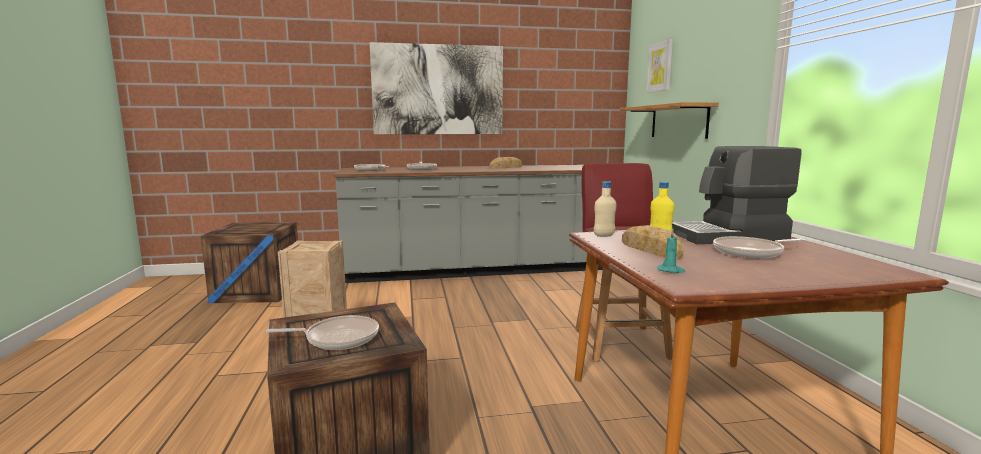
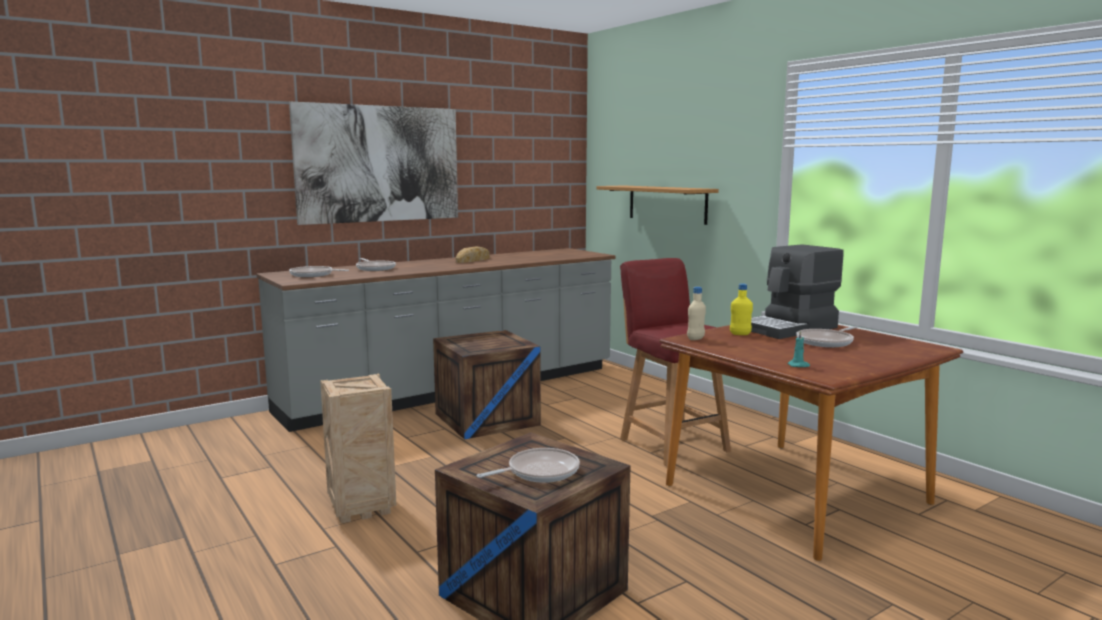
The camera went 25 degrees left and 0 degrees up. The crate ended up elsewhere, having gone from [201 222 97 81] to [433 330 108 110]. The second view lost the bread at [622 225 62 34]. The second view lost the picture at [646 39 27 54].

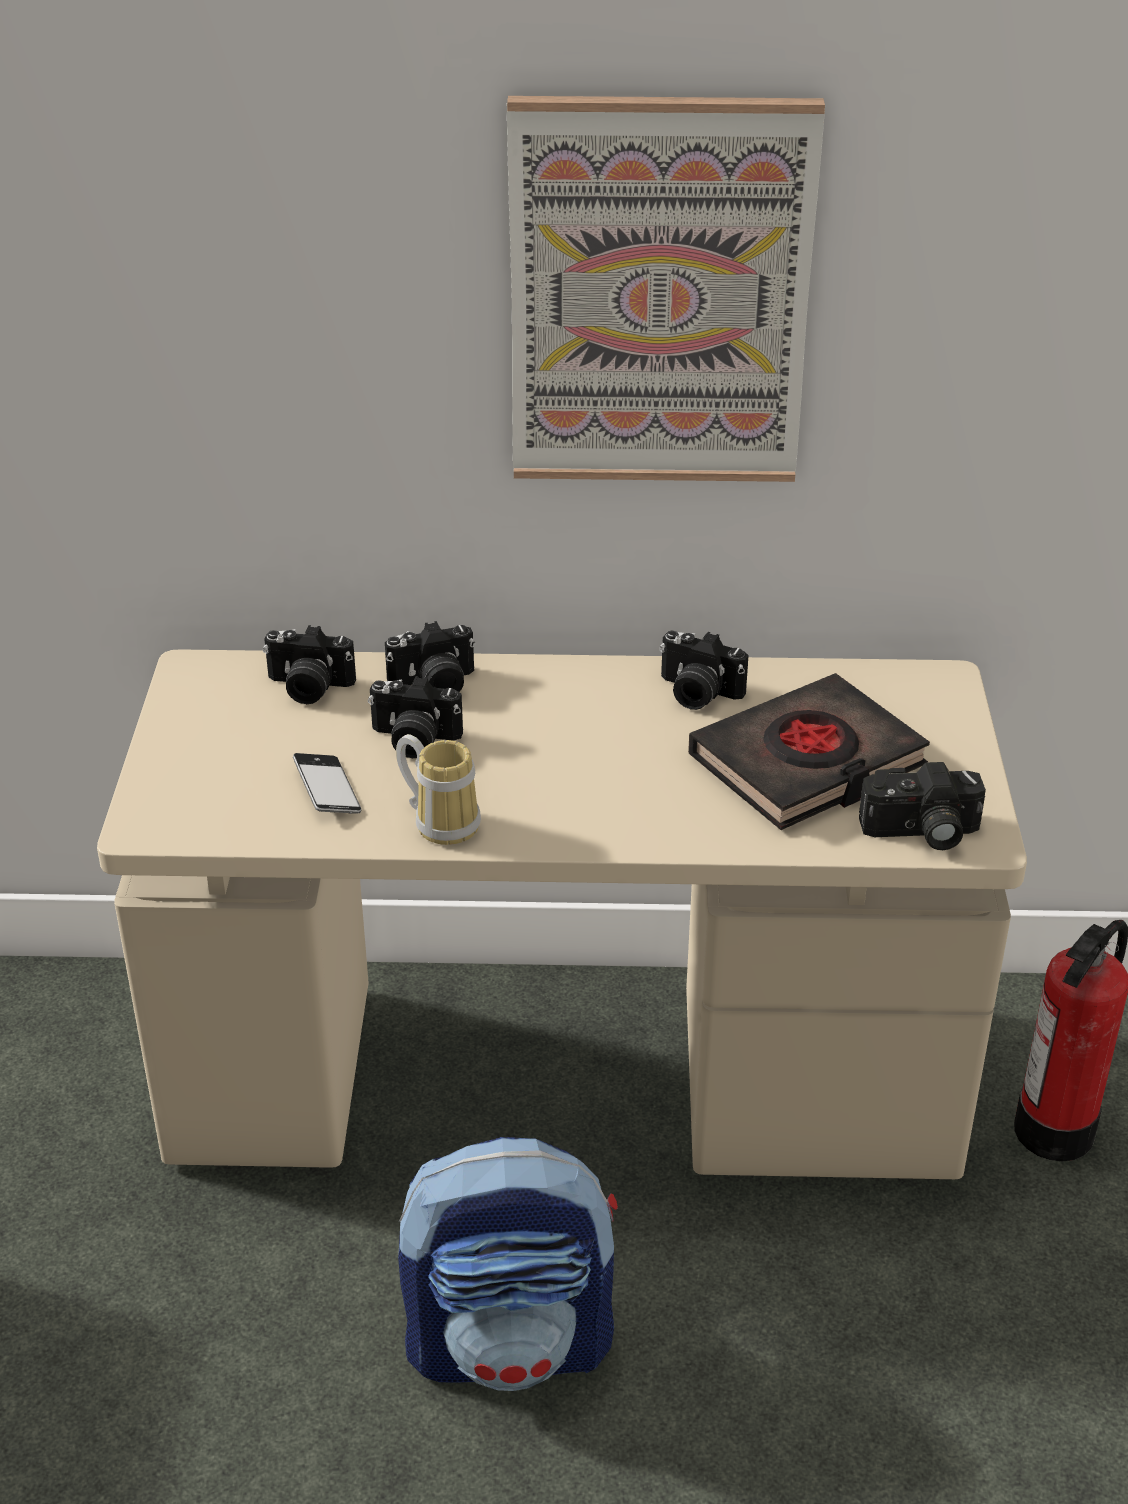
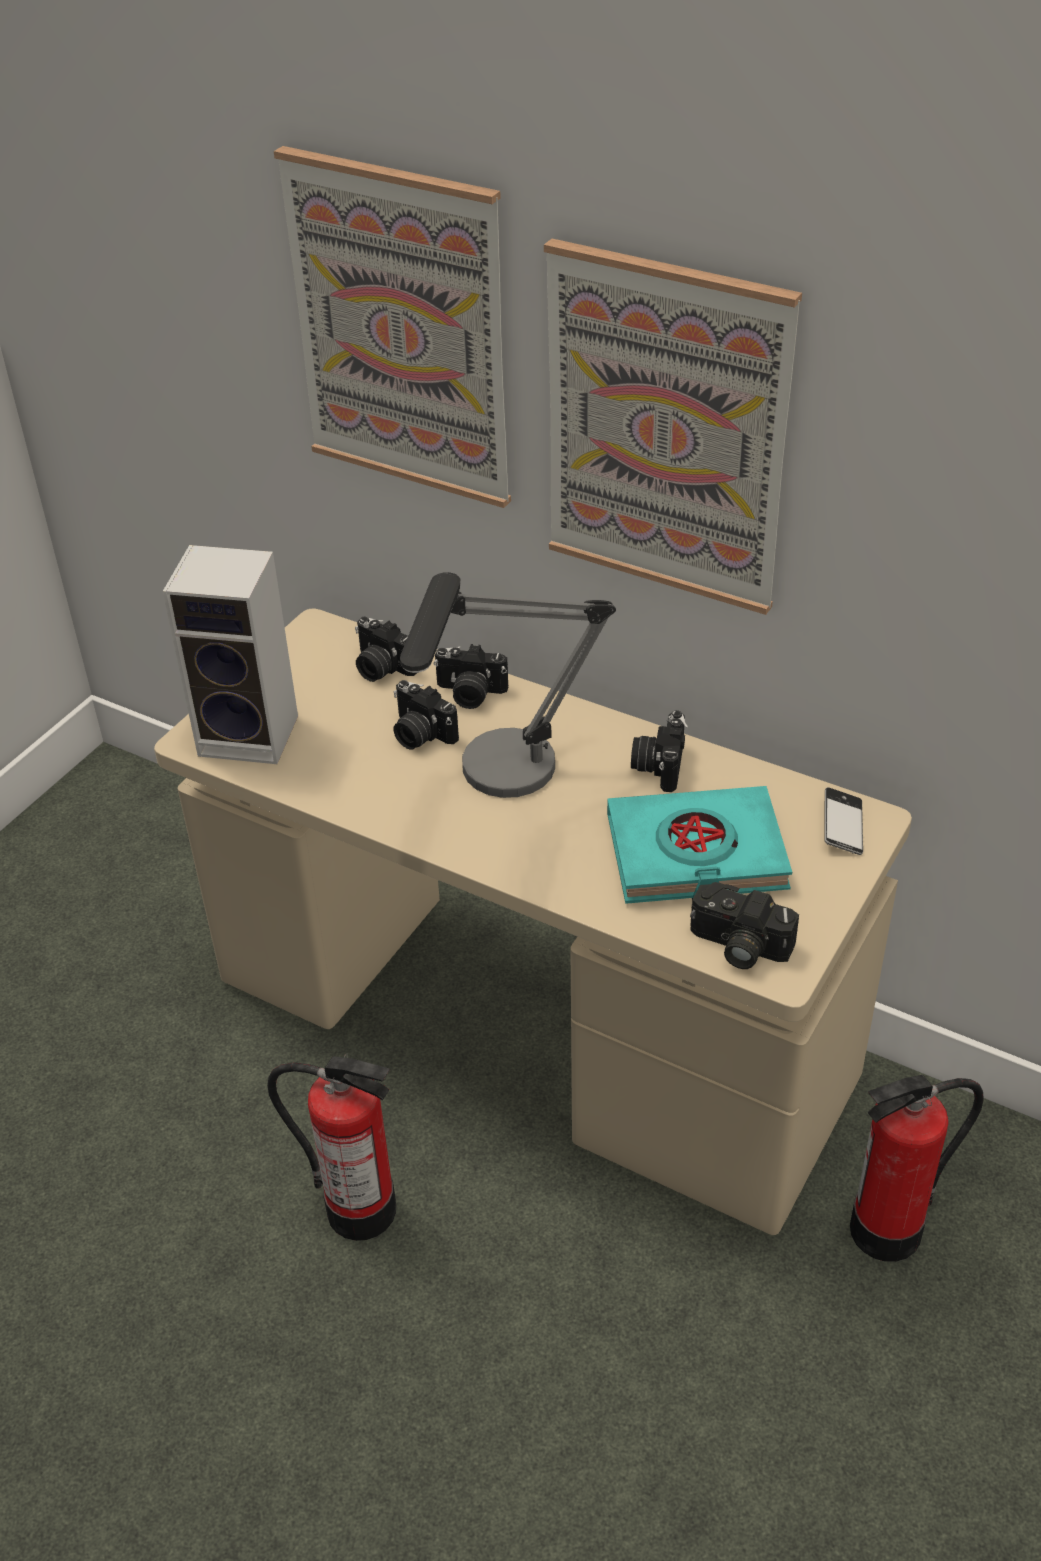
The camera went 30 degrees right and 5 degrees up. The second view gained the speaker at [163 545 135 219]. Where the backpack stood at [398 1137 220 254], the fire extinguisher came to stand at [267 1054 129 187]. The second view gained the picture at [274 146 237 362]. The second view gained the table lamp at [400 572 216 226]. What was the black book at [688 673 242 157] turned into the turquoise book at [607 786 185 118]. The photo camera at [659 631 90 79] ended up facing another way, 45 degrees clockwise from before. The phone ended up elsewhere, having gone from [293 753 68 61] to [824 787 39 68]. The second view lost the mug at [396 734 85 111].

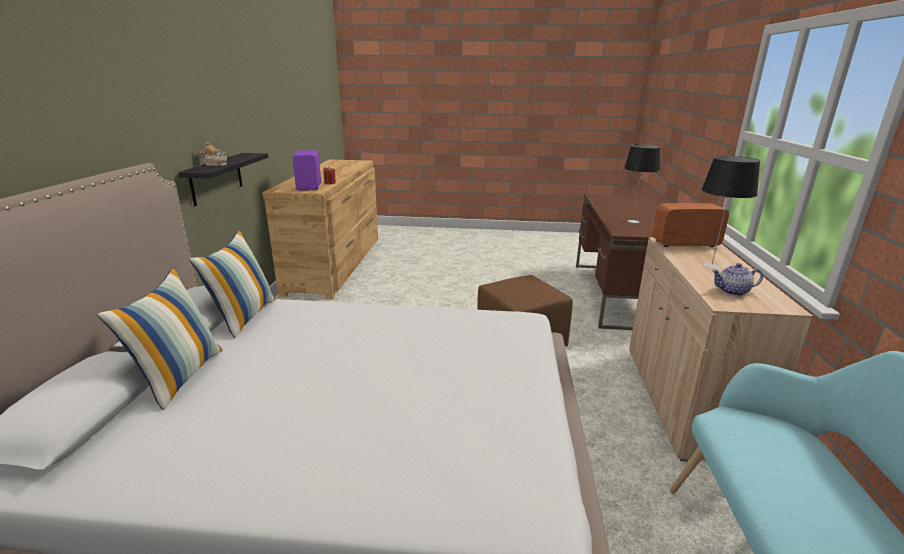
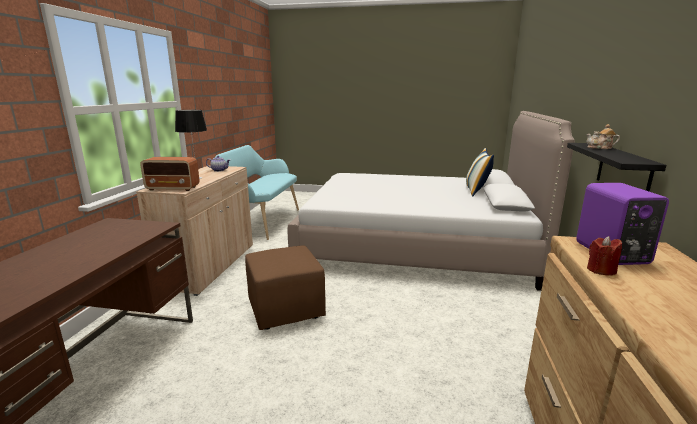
The camera went 175 degrees left and 5 degrees down. The second view lost the pillow at [189 230 87 108]. The second view lost the table lamp at [624 144 36 79].

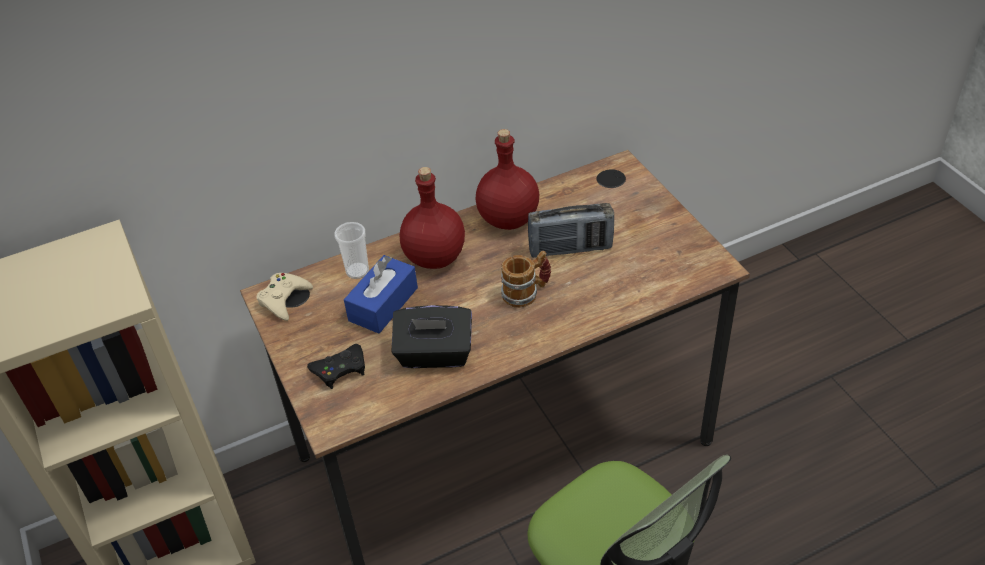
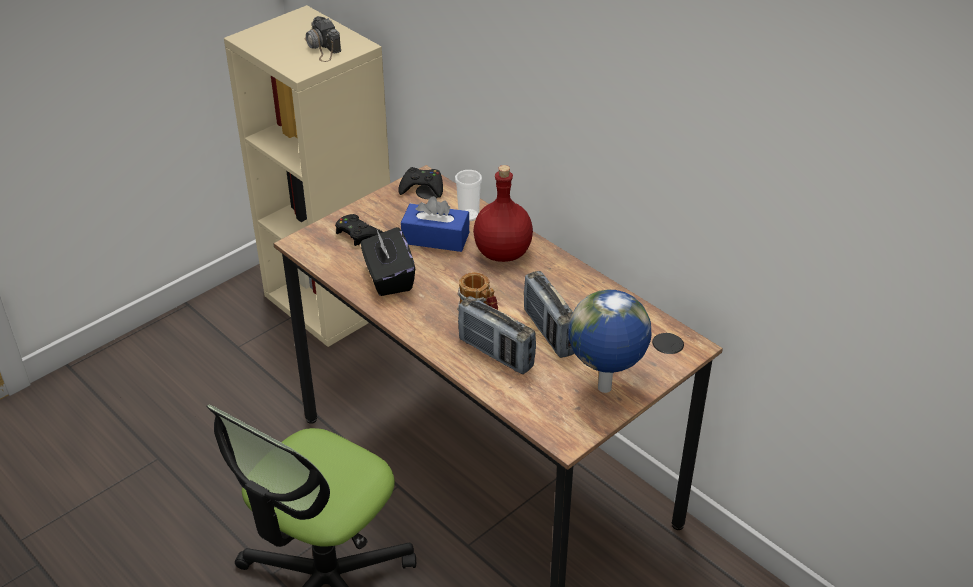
The camera went 70 degrees right and 5 degrees down. The second view gained the photo camera at [305 16 36 46]. What was the beige game controller at [256 273 57 48] turned into the black game controller at [398 167 45 31]. The second view gained the radio at [458 296 78 78]. The second view gained the globe at [568 290 83 103]. The second view lost the red bottle at [476 129 63 101].

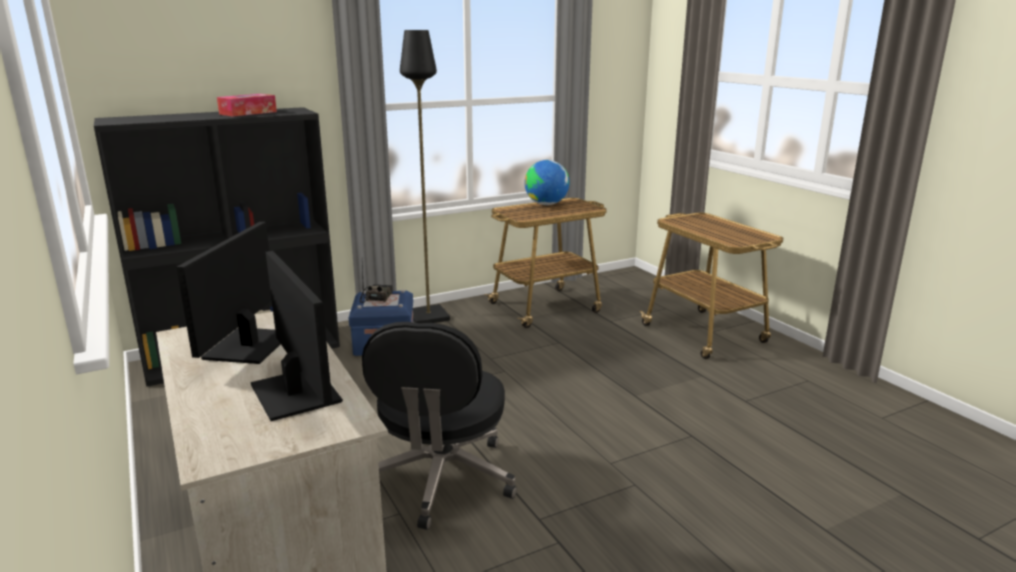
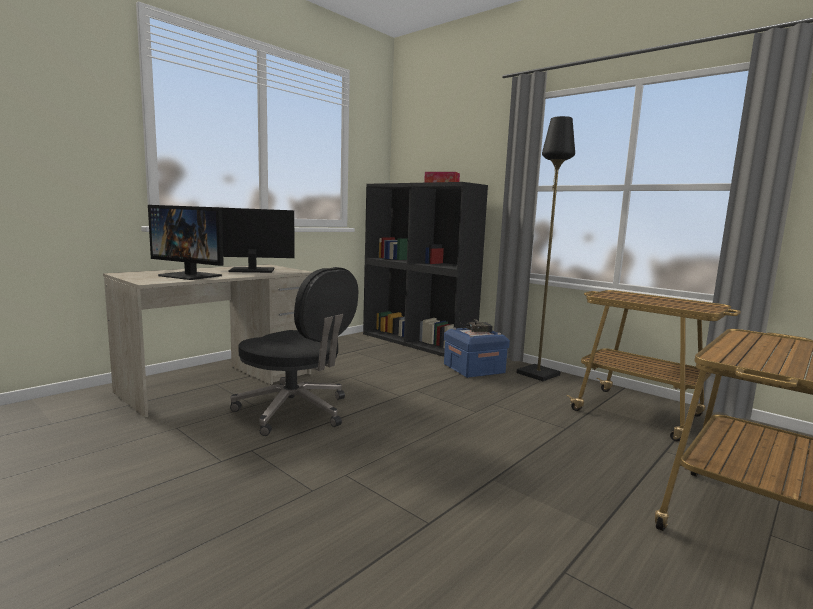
The camera went 70 degrees right and 10 degrees down. The monitor at [251 251 92 170] ended up facing another way, 75 degrees clockwise from before. The black office chair at [362 322 155 208] ended up facing another way, 135 degrees counterclockwise from before. The second view lost the globe at [525 160 45 45].

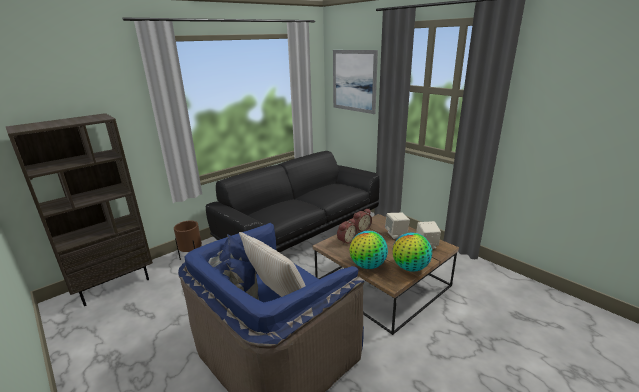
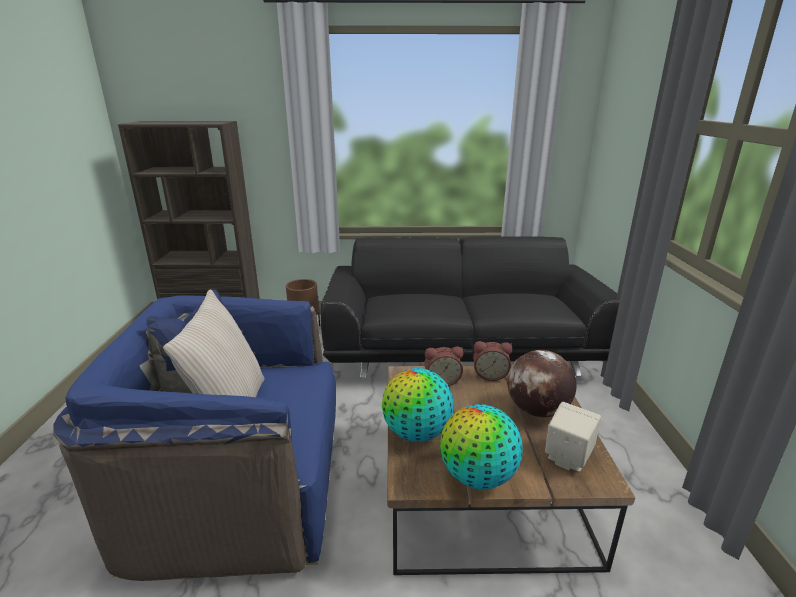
The camera went 40 degrees right and 0 degrees up. Where the beige speaker stood at [385 213 25 26], the globe came to stand at [507 350 70 67]. The second view lost the picture at [333 50 45 64].

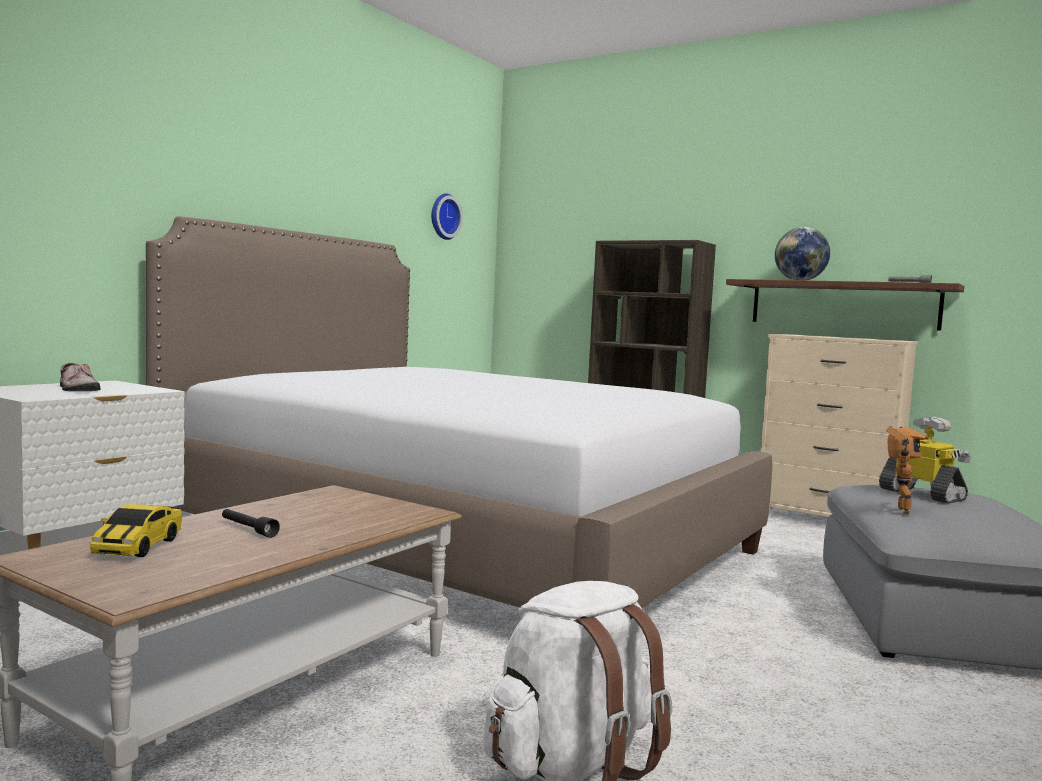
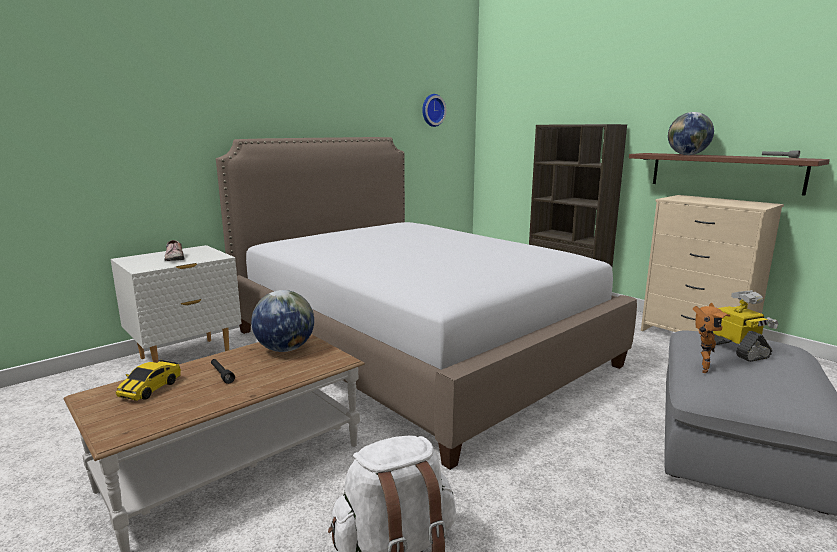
The camera went 15 degrees right and 10 degrees up. The second view gained the globe at [251 290 63 62].

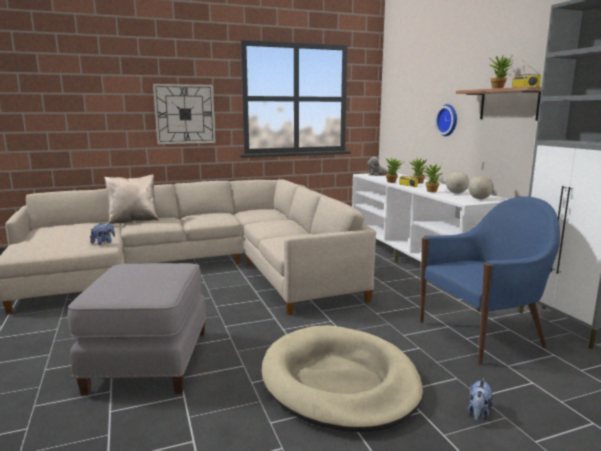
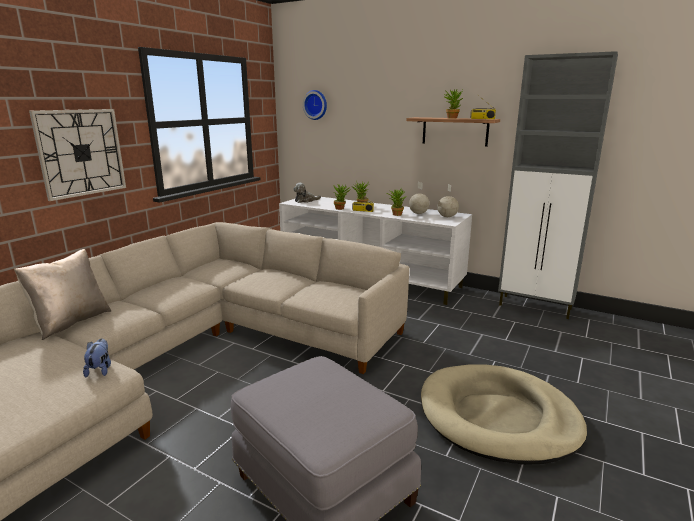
The camera went 40 degrees left and 5 degrees up. The wall clock ended up elsewhere, having gone from [435 104 22 32] to [303 90 24 30]. The second view lost the blue armchair at [420 197 140 167]. The second view lost the plush toy at [468 378 25 43].

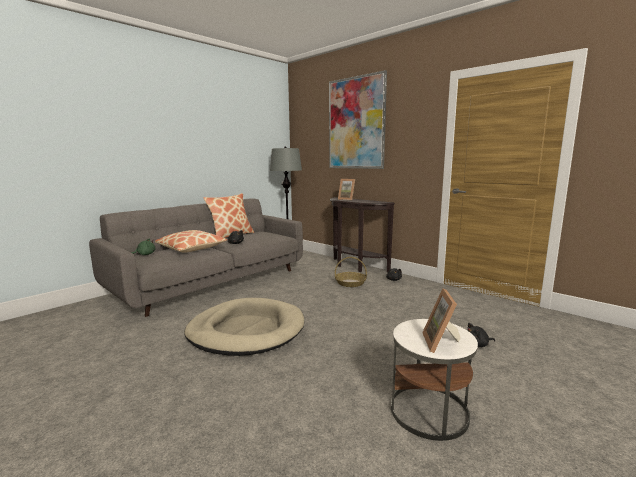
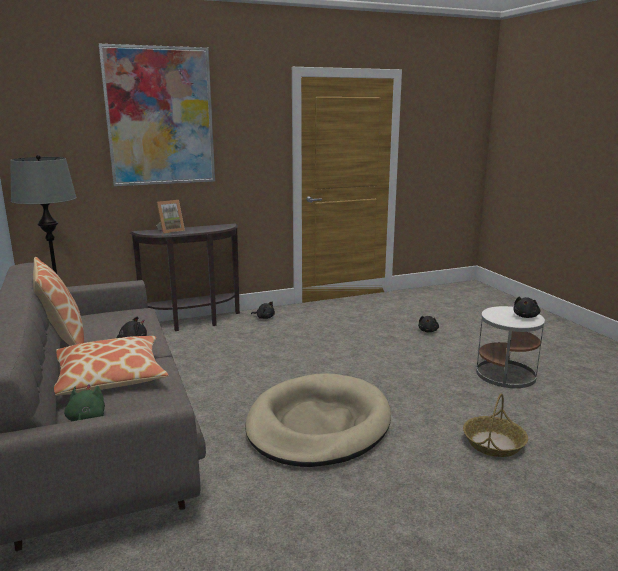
The camera went 65 degrees left and 5 degrees up. The basket ended up elsewhere, having gone from [335 257 32 30] to [463 393 65 64]. Where the picture frame stood at [422 288 39 65], the black plush toy came to stand at [513 297 27 21].

